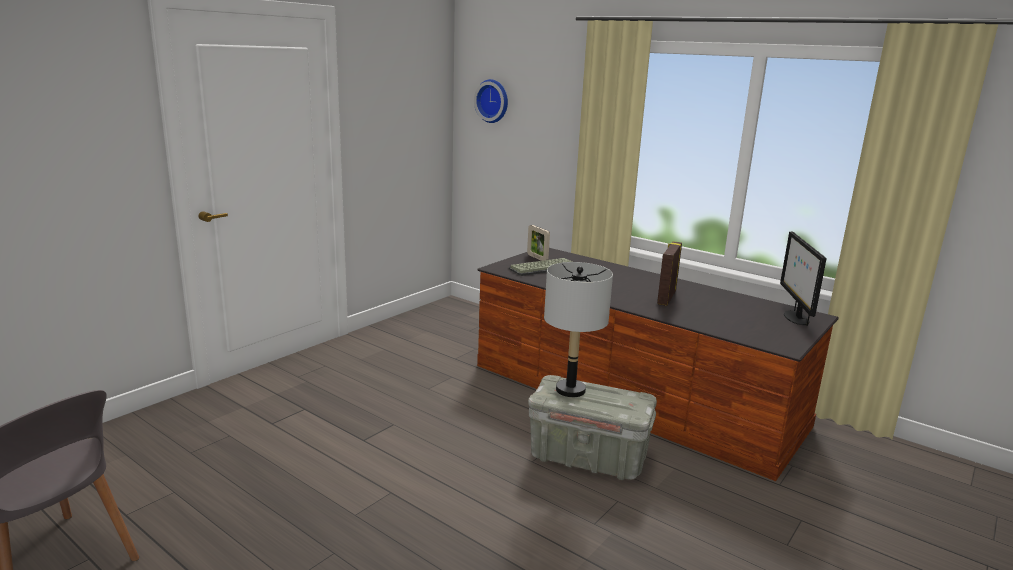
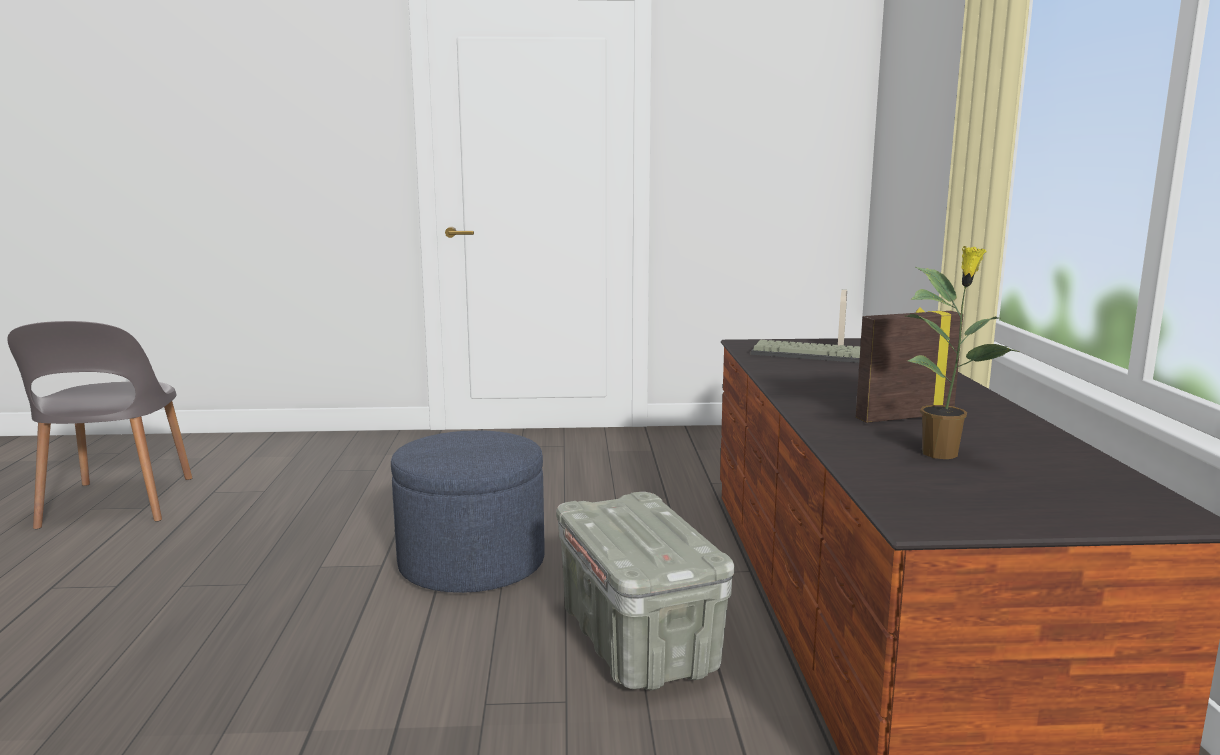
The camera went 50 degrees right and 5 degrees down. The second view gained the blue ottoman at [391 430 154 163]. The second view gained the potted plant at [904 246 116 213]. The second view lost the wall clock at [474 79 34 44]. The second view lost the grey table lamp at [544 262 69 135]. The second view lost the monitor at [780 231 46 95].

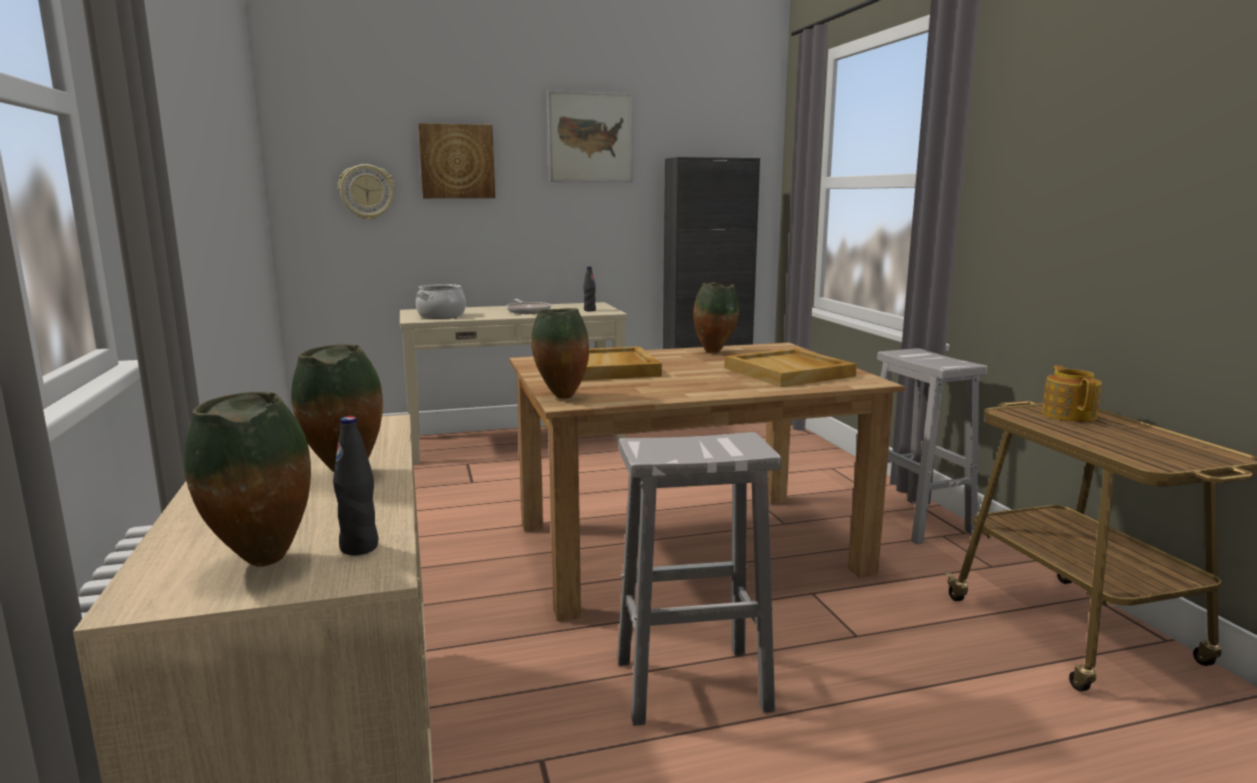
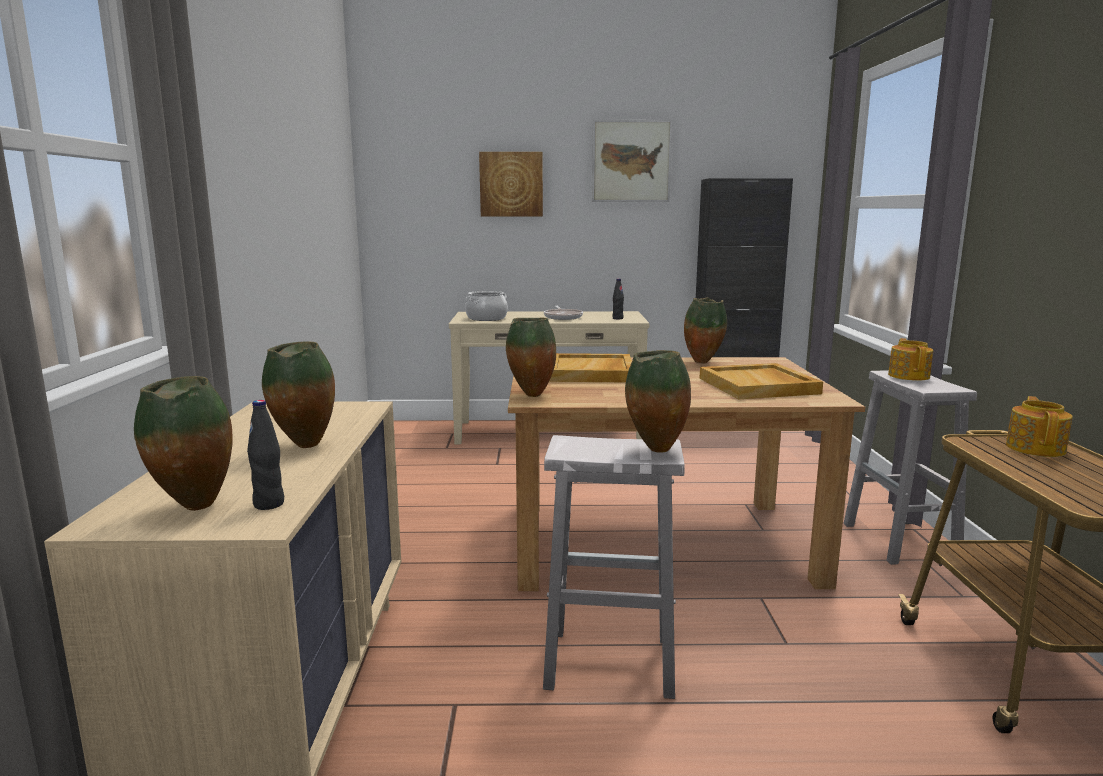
The camera went 15 degrees right and 0 degrees up. The second view gained the vase at [625 350 66 103]. The second view gained the teapot at [888 338 45 42]. The second view lost the wall clock at [338 164 57 56].

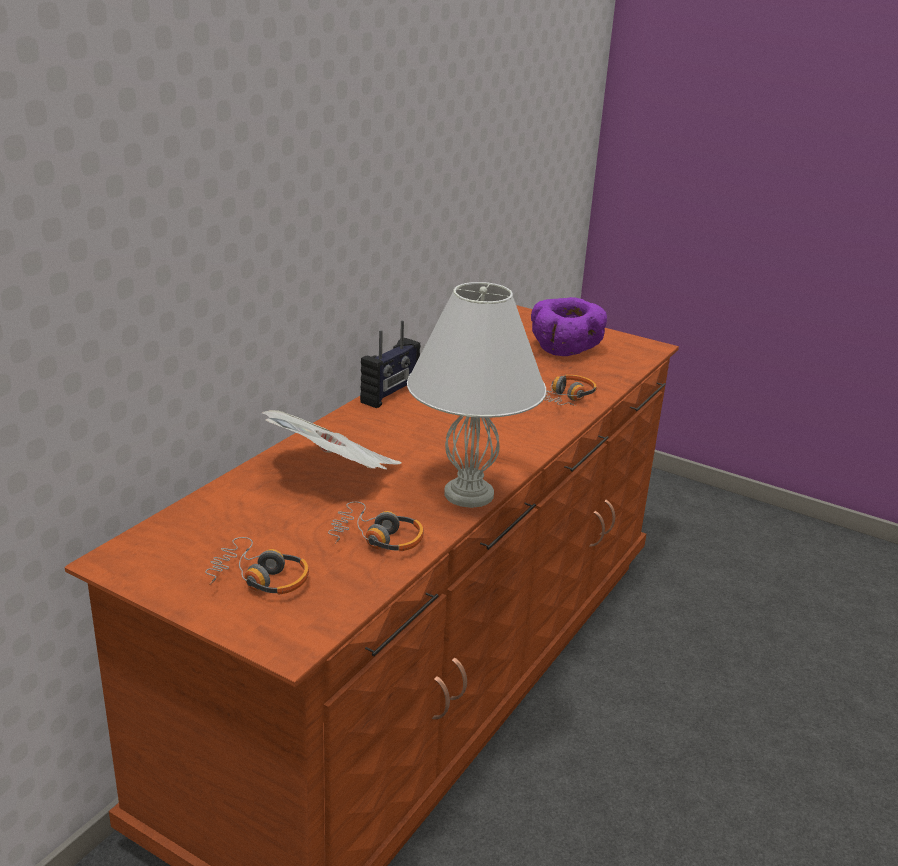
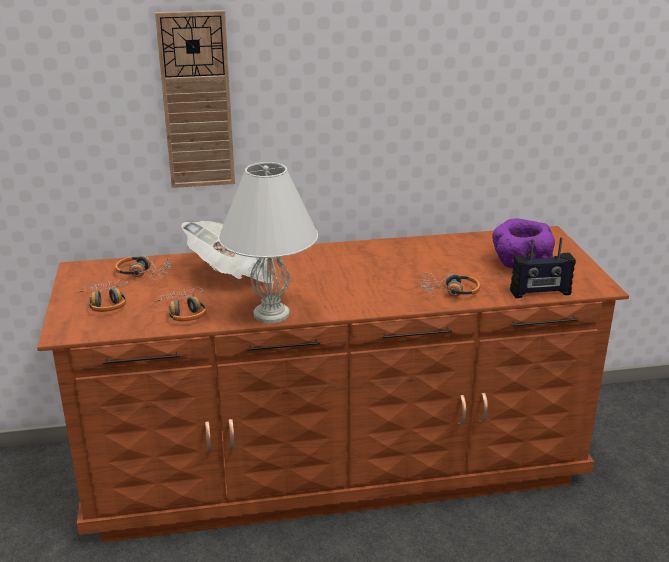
The camera went 50 degrees right and 0 degrees up. The second view gained the headphones at [115 256 58 24]. The second view gained the wall clock at [155 10 80 178]. The radio ended up elsewhere, having gone from [360 320 60 88] to [510 237 66 61].

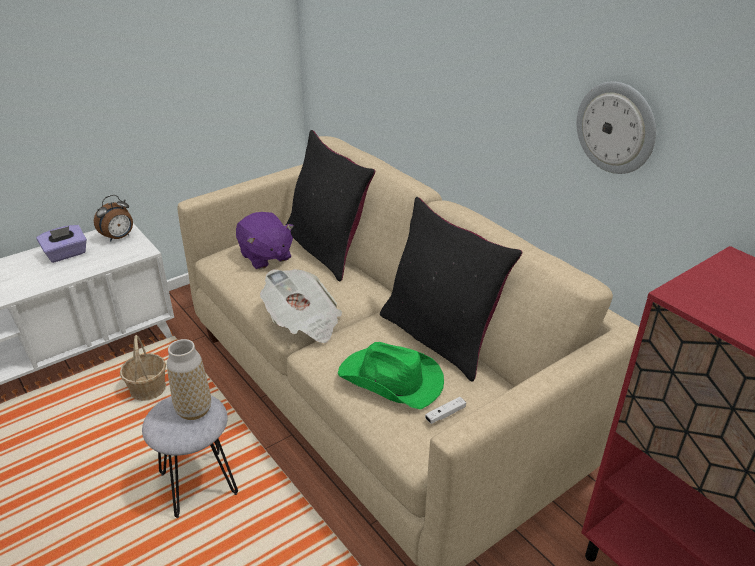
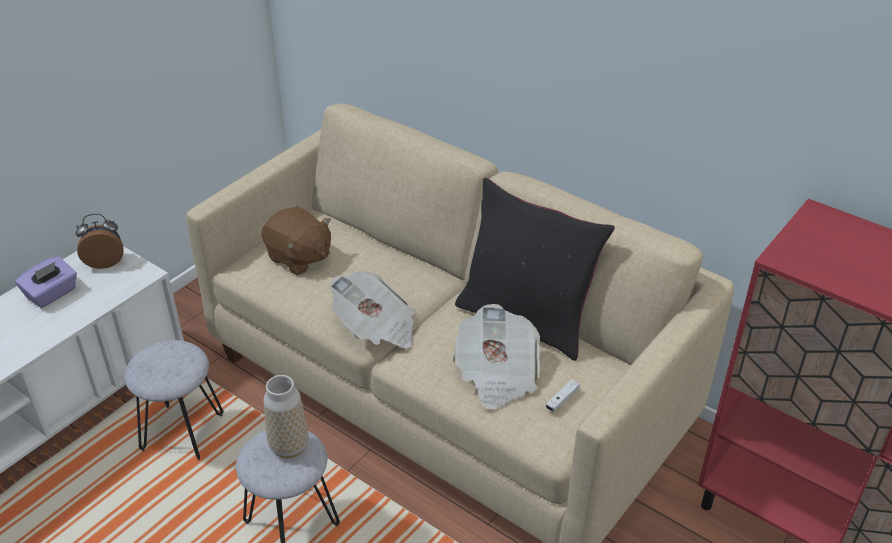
The camera went 15 degrees left and 5 degrees up. The alarm clock at [94 195 39 47] ended up facing another way, 135 degrees counterclockwise from before. Where the basket stood at [120 335 46 66], the grey stool came to stand at [124 340 99 120]. What was the purple plush toy at [236 212 58 57] turned into the brown plush toy at [261 207 70 68]. Where the green hat stood at [338 342 106 68], the newspaper came to stand at [453 304 87 106]. The second view lost the black pillow at [286 130 89 151]. The second view lost the wall clock at [577 81 79 93].

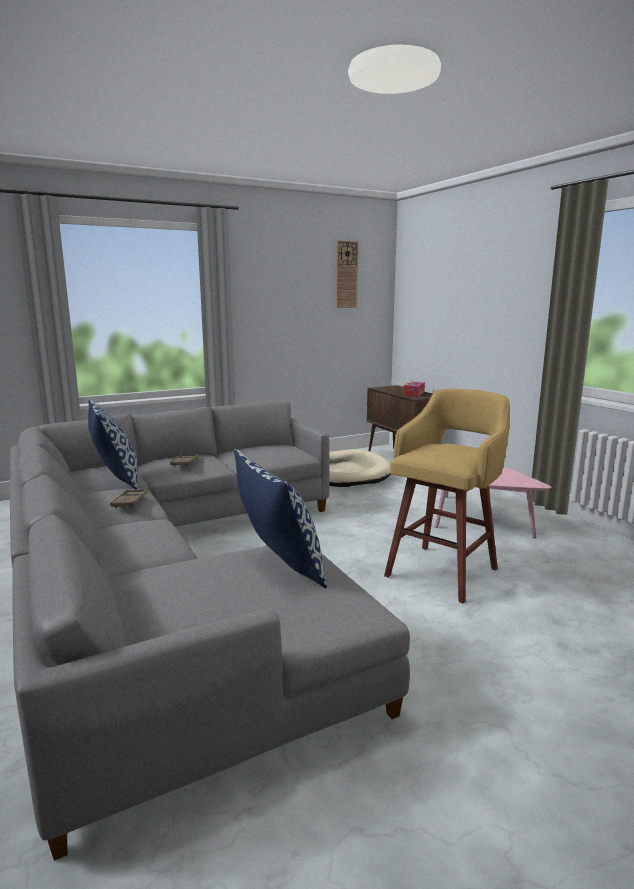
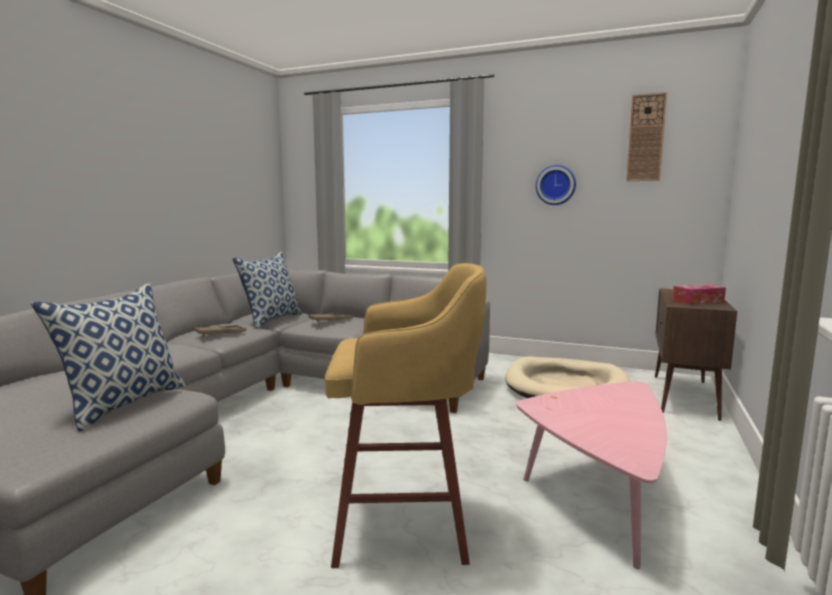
The camera went 50 degrees right and 5 degrees down. The second view gained the wall clock at [536 165 40 40].

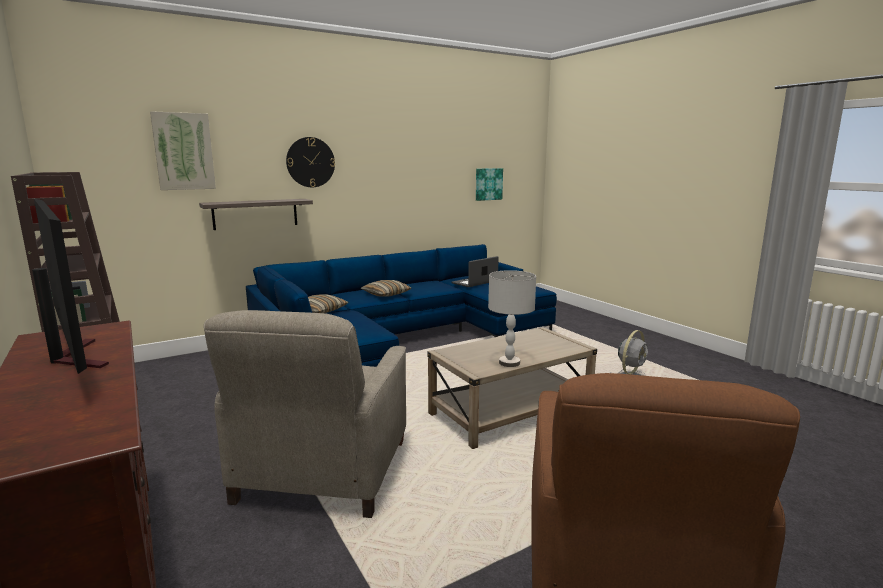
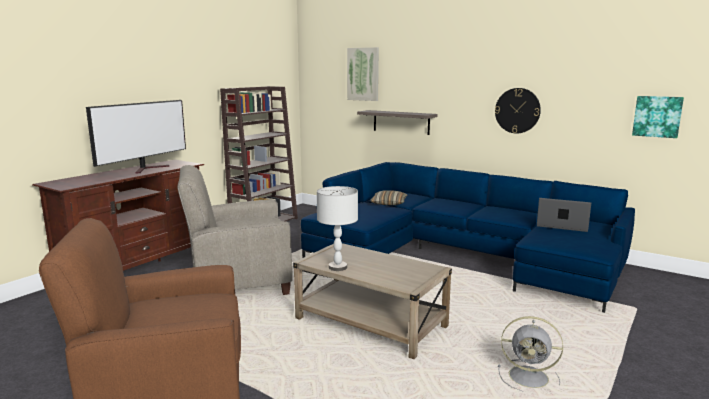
The camera went 65 degrees right and 0 degrees up. The wall clock ended up elsewhere, having gone from [286 137 49 50] to [495 88 46 45]. The second view lost the pillow at [361 280 50 17].

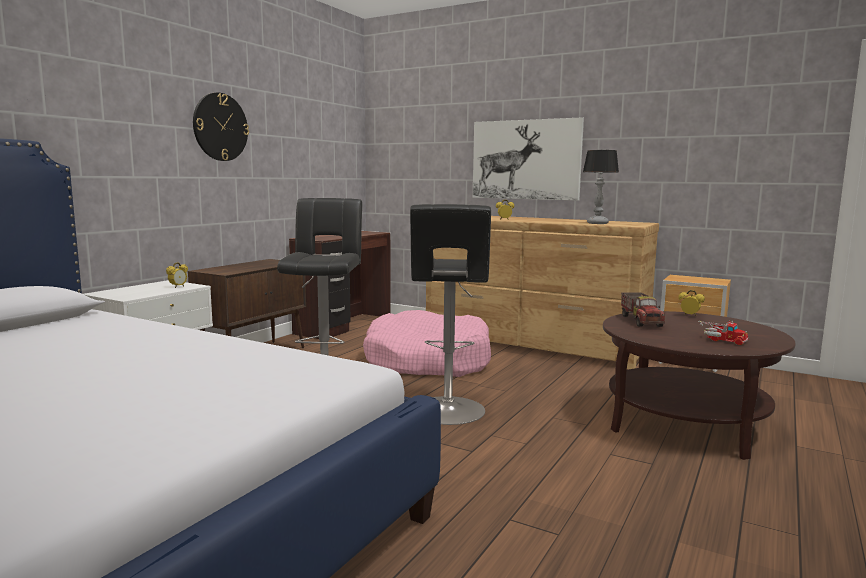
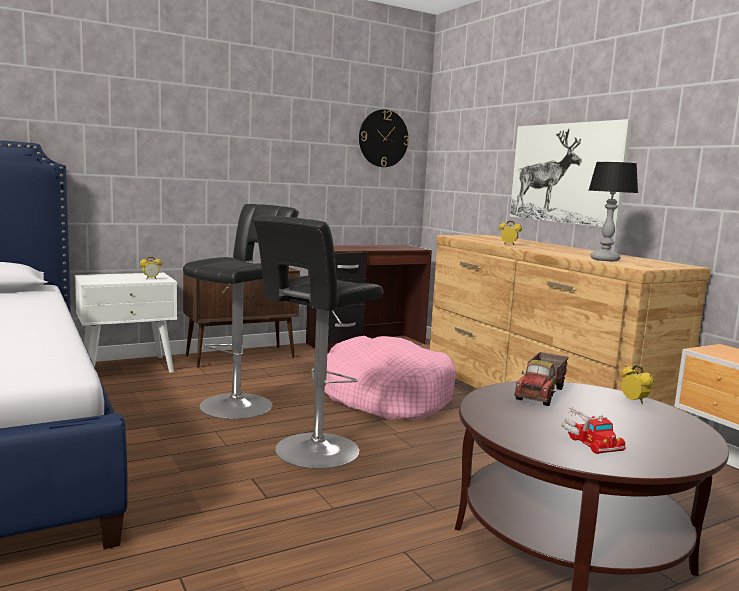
The camera went 30 degrees right and 0 degrees up. The wall clock ended up elsewhere, having gone from [193 93 56 68] to [359 109 50 58].

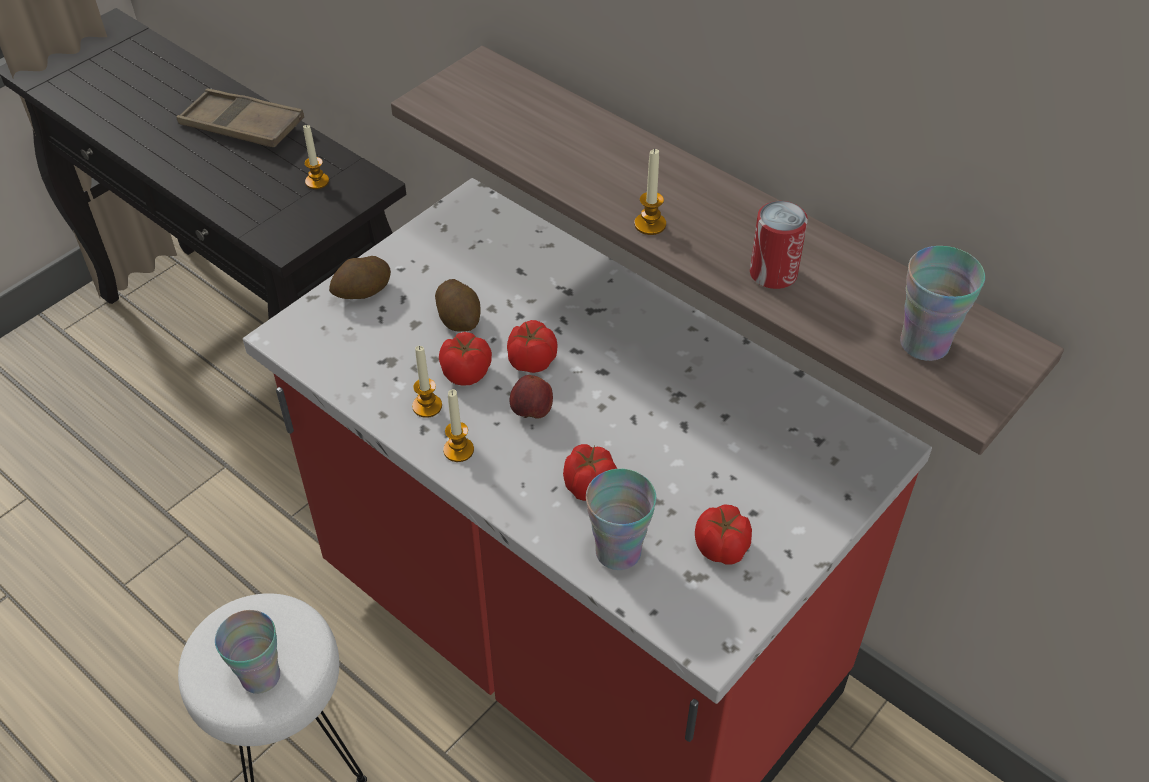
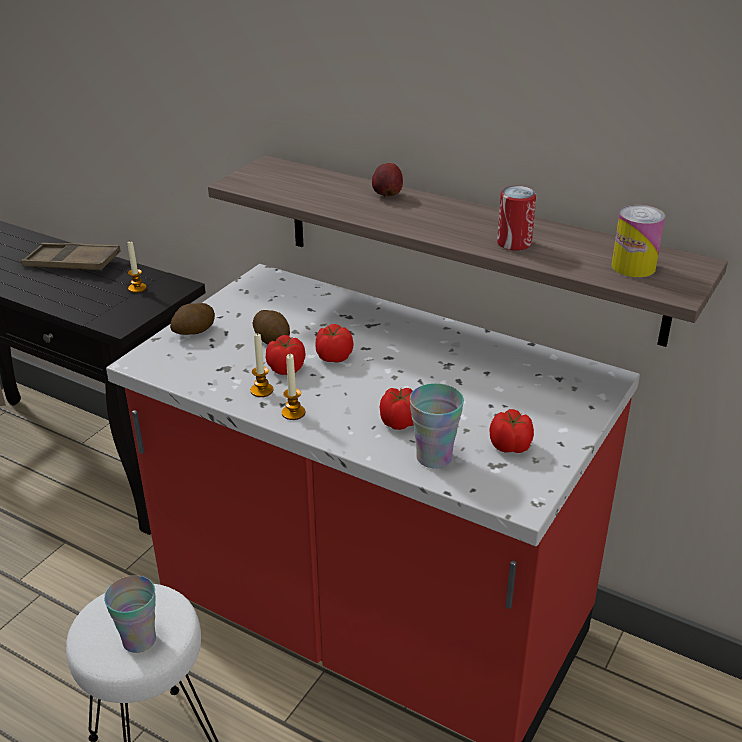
The camera went 10 degrees left and 15 degrees down. The apple ended up elsewhere, having gone from [510 375 43 44] to [372 163 31 34]. Where the cup stood at [900 246 85 115], the can came to stand at [611 205 54 72]. The second view lost the candle at [634 149 32 86].

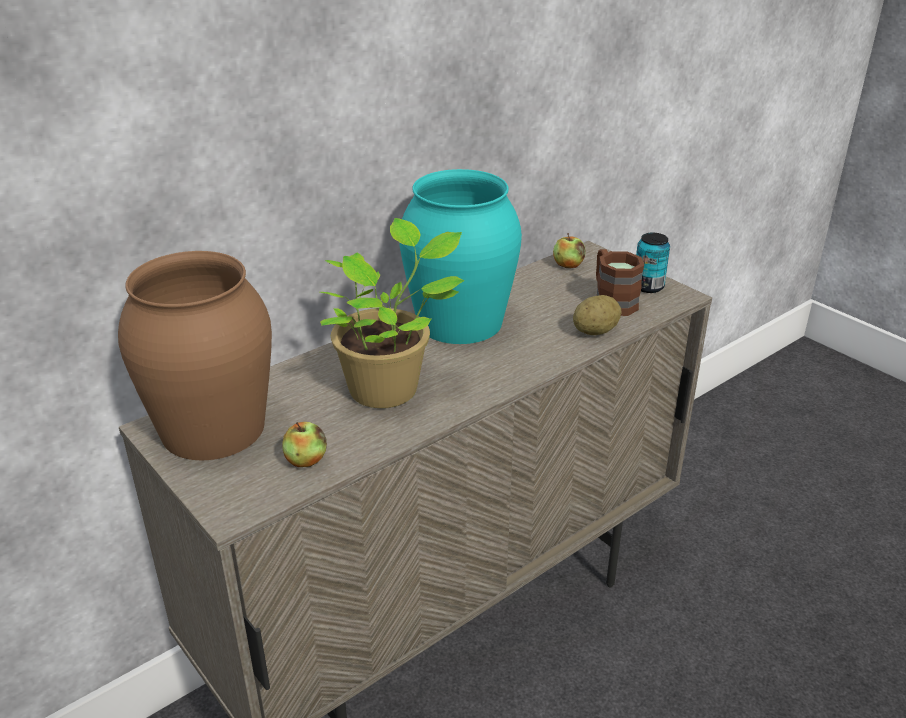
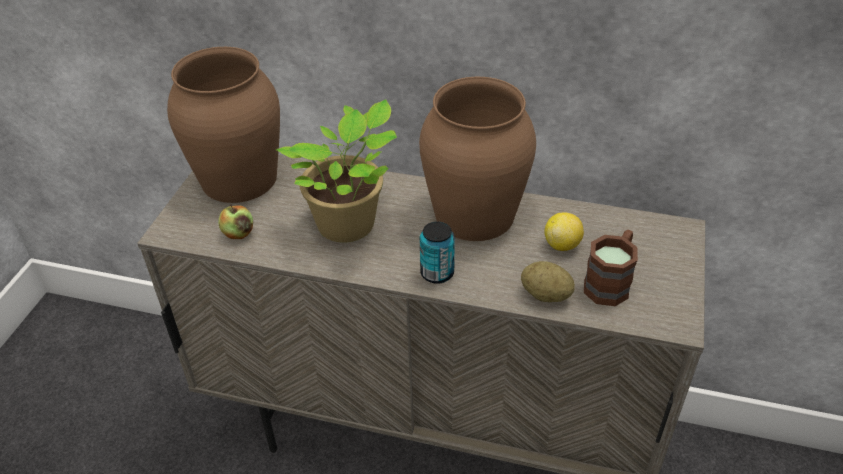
The camera went 55 degrees right and 10 degrees up. What was the turquoise vase at [399 169 123 175] turned into the brown vase at [419 77 117 164]. The can ended up elsewhere, having gone from [636 233 34 60] to [420 221 35 63]. The second view gained the lemon at [545 213 39 38]. The second view lost the apple at [553 233 33 35].

